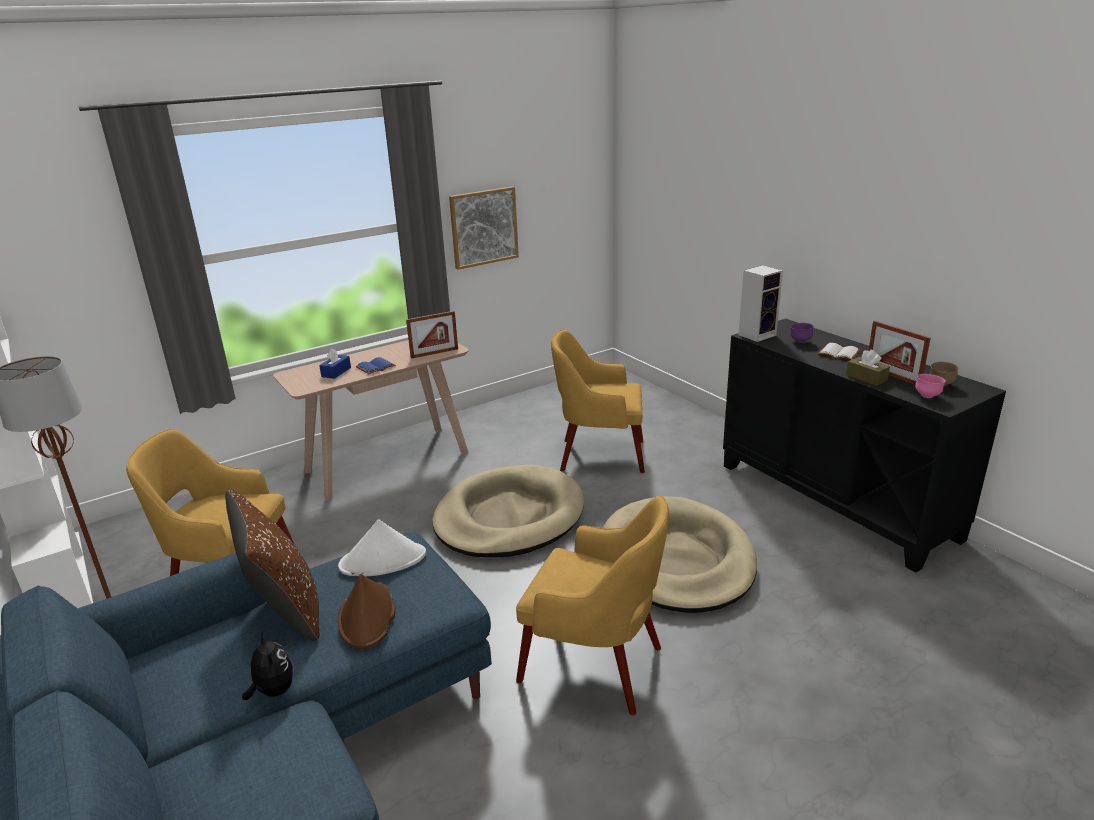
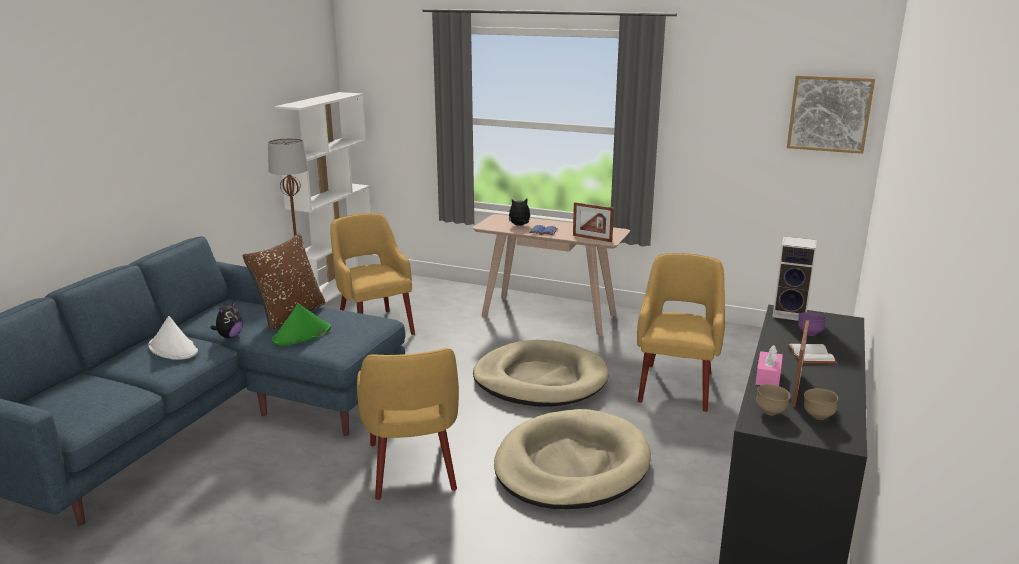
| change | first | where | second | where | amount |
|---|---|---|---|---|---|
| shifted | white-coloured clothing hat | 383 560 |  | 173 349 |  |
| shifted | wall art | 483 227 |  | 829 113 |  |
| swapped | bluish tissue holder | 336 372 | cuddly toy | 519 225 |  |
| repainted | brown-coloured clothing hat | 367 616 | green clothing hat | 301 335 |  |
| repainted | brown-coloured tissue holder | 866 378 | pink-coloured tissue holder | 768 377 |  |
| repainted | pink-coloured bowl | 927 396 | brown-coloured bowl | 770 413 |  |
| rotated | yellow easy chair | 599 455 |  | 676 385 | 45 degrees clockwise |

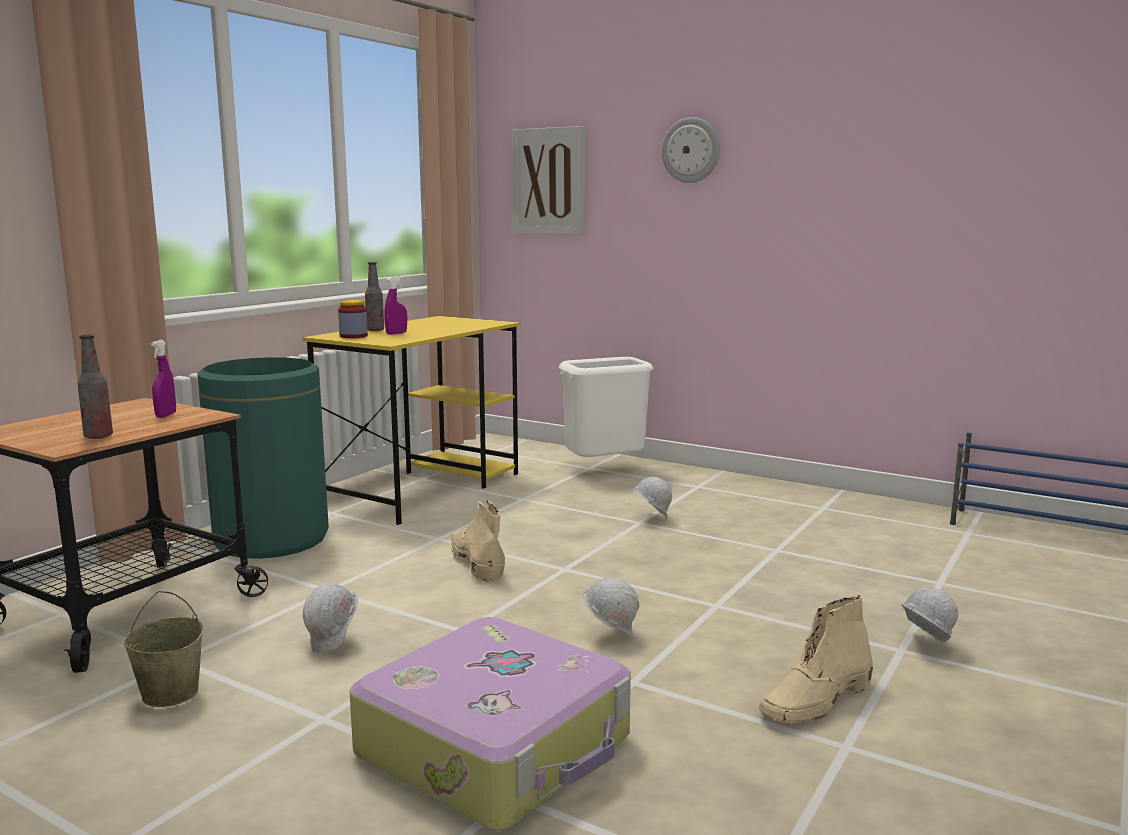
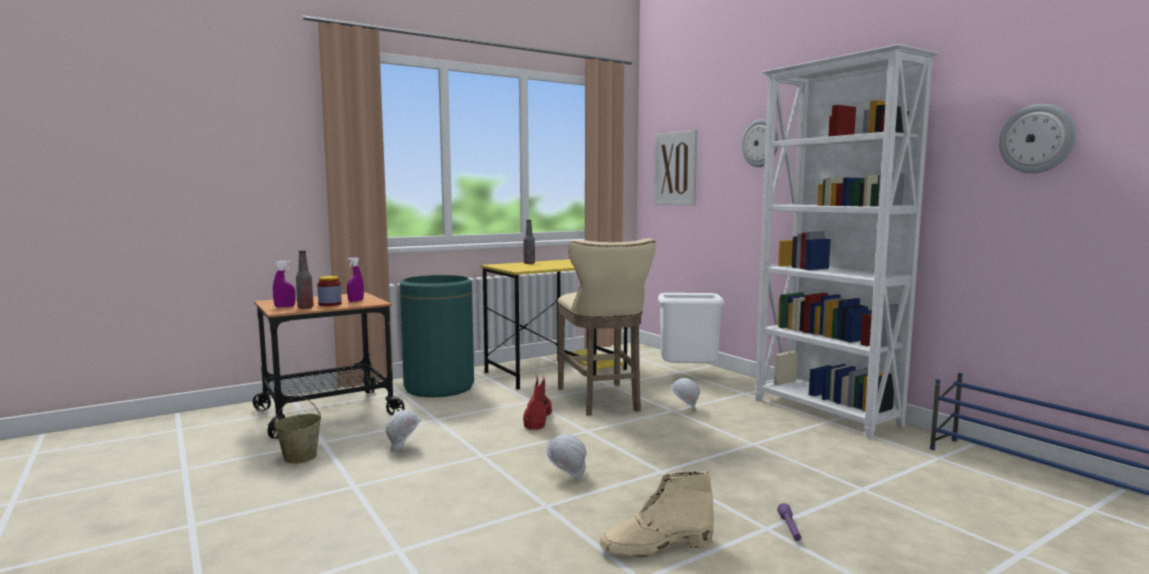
| change | first | where | second | where | amount |
|---|---|---|---|---|---|
| gone | piece of luggage | 498 747 |  |  |  |
| new |  |  | beige stool | 601 401 |  |
| new |  |  | white-coloured bookcase | 825 413 |  |
| new |  |  | hanging clock | 1037 139 |  |
| shifted | preserve jar | 353 336 |  | 330 304 |  |
| shifted | purplish spray bottle | 396 333 |  | 285 307 |  |
| swapped | white-coloured work helmet | 923 645 | purplish torch | 790 529 |  |
| repainted | beige high-top boot | 476 560 | red-coloured high-top boot | 538 417 |  |

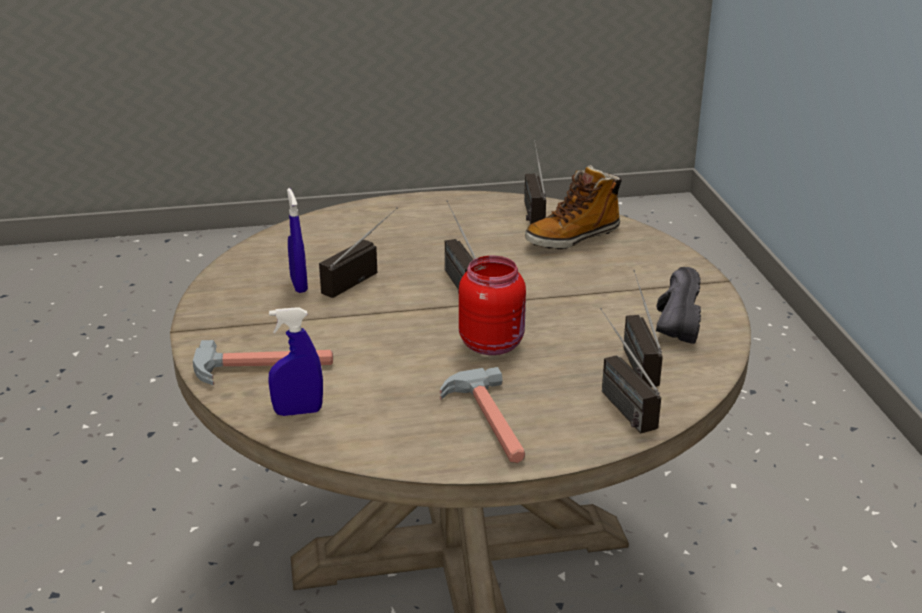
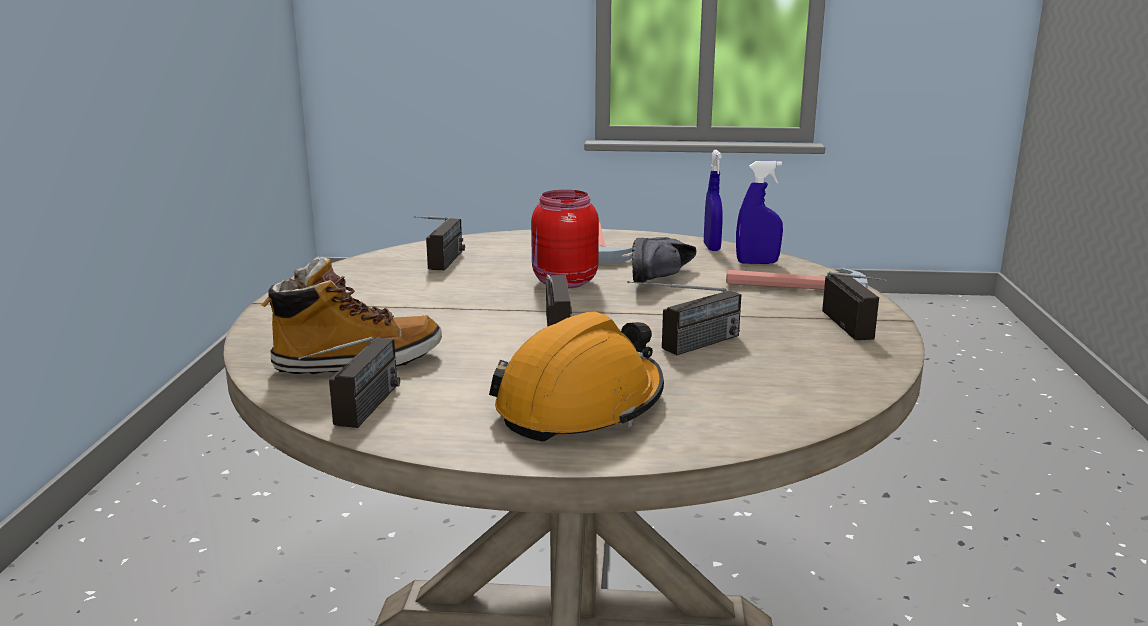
| change | first | where | second | where | amount |
|---|---|---|---|---|---|
| new |  |  | orange work helmet | 581 406 |  |
| shifted | bluish spray bottle | 299 285 |  | 711 247 |  |
| shifted | radio receiver | 616 399 |  | 859 333 |  |
| shifted | blackish low shoe | 672 320 |  | 663 278 |  |

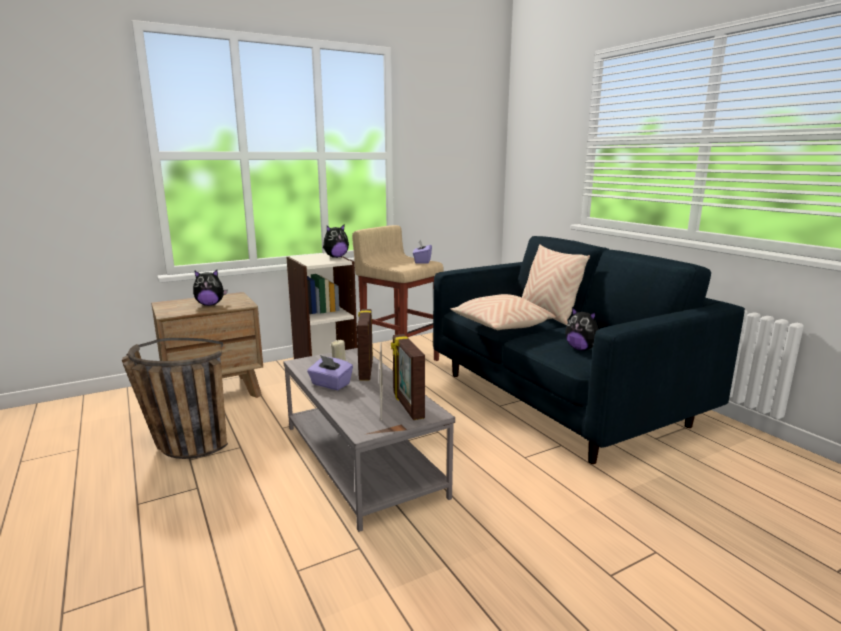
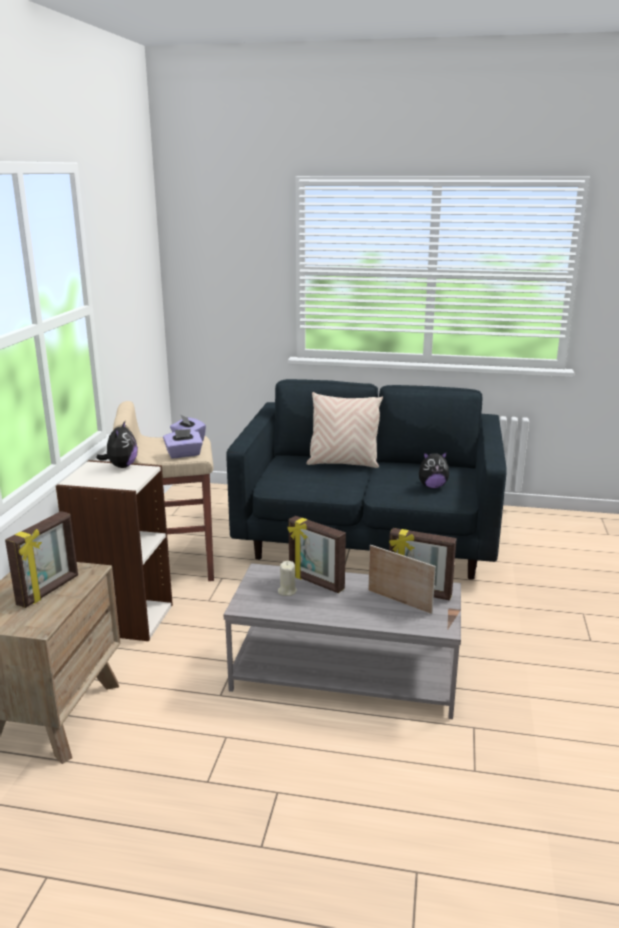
| change | first | where | second | where | amount |
|---|---|---|---|---|---|
| gone | household basket | 177 445 |  |  |  |
| gone | beige throw pillow | 500 327 |  |  |  |
| shifted | purplish tissue holder | 330 384 |  | 184 454 |  |
| swapped | cuddly toy | 210 304 | picture frame | 49 591 |  |

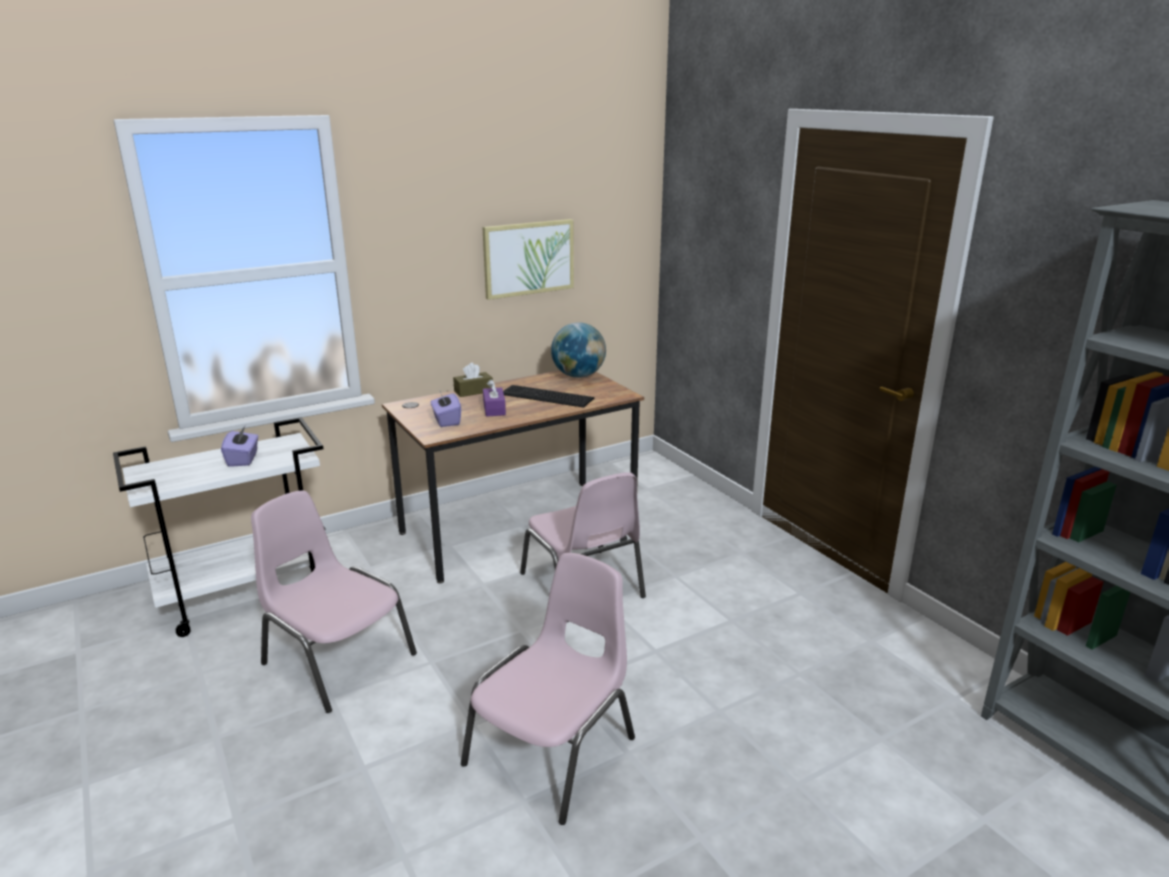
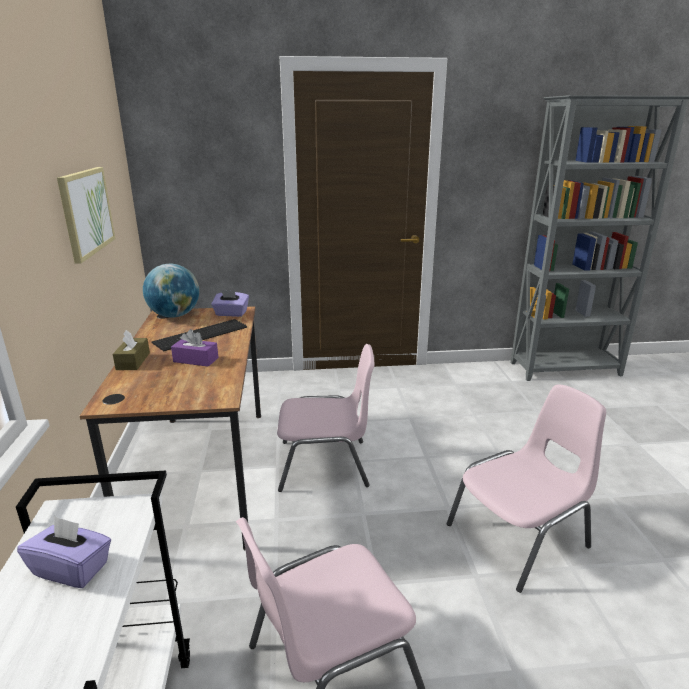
| change | first | where | second | where | amount |
|---|---|---|---|---|---|
| shifted | purplish tissue holder | 446 421 |  | 231 314 |  |
| rotated | pink-coloured plain chair | 554 751 |  | 520 536 | 90 degrees clockwise |

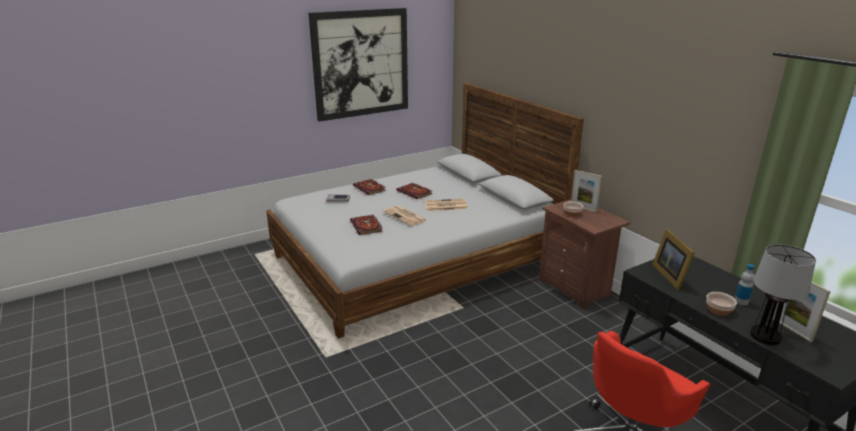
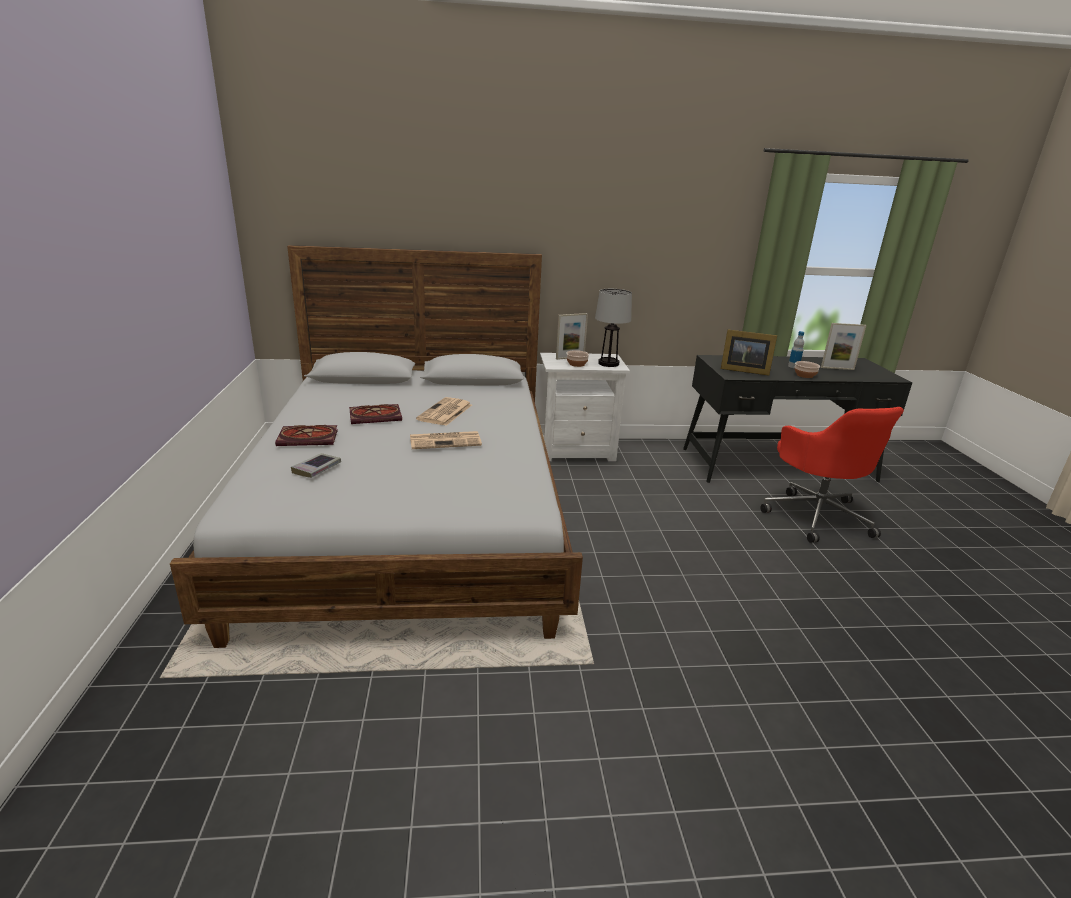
| change | first | where | second | where | amount |
|---|---|---|---|---|---|
| gone | wall art | 361 64 |  |  |  |
| gone | book | 367 226 |  |  |  |
| shifted | lamp for a table | 764 336 |  | 608 364 |  |
| repainted | brown-coloured bedside table | 576 288 | white-coloured bedside table | 576 450 |  |

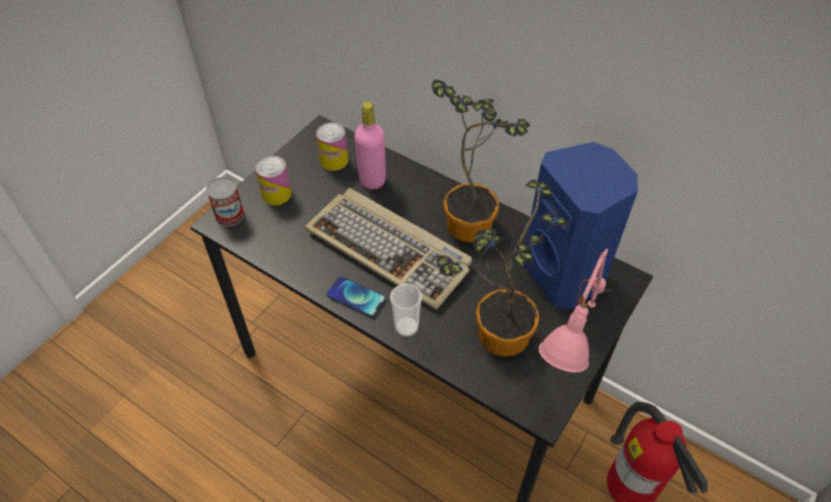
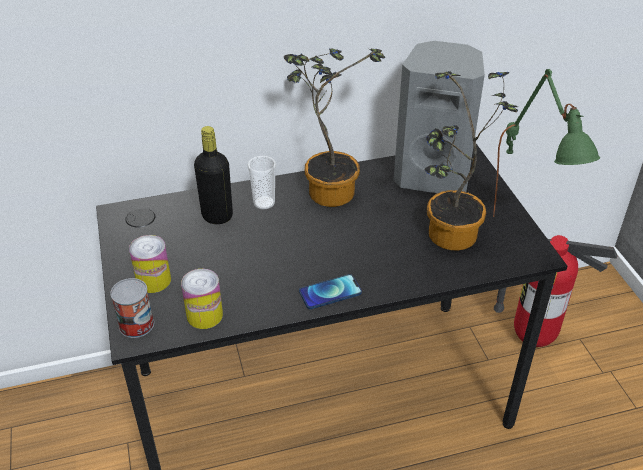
| change | first | where | second | where | amount |
|---|---|---|---|---|---|
| gone | PC keyboard | 390 249 |  |  |  |
| shifted | can | 334 160 |  | 204 315 |  |
| shifted | small cup | 406 327 |  | 264 203 |  |
| repainted | pink-coloured beverage bottle | 372 180 | blackish beverage bottle | 217 216 |  |
| repainted | bluish audio speaker | 565 275 | grey audio speaker | 432 176 |  |
| repainted | pink-coloured lamp for a table | 558 391 | green lamp for a table | 526 237 |  |

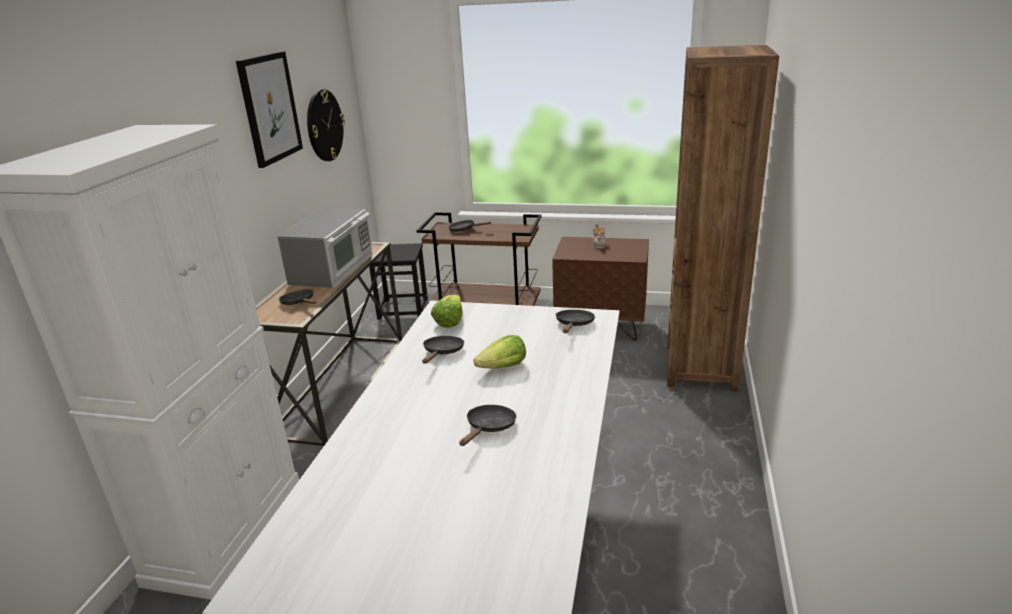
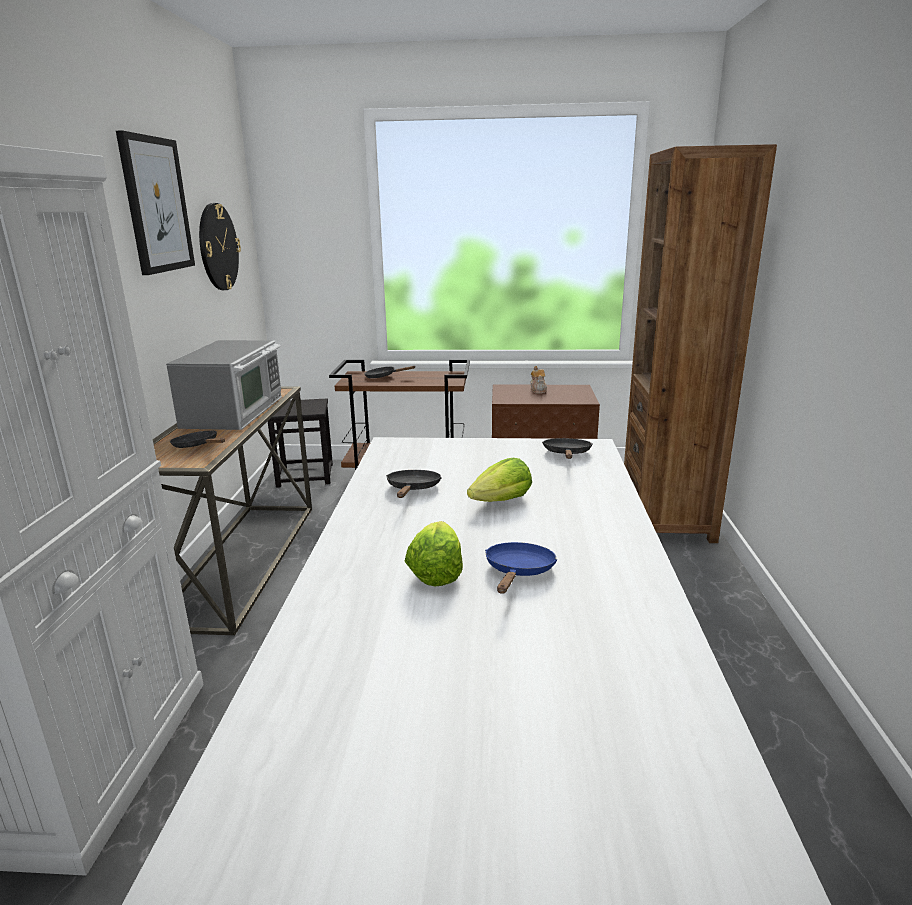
| change | first | where | second | where | amount |
|---|---|---|---|---|---|
| shifted | lettuce | 449 321 |  | 435 571 |  |
| repainted | blackish pan | 489 428 | bluish pan | 518 572 |  |

